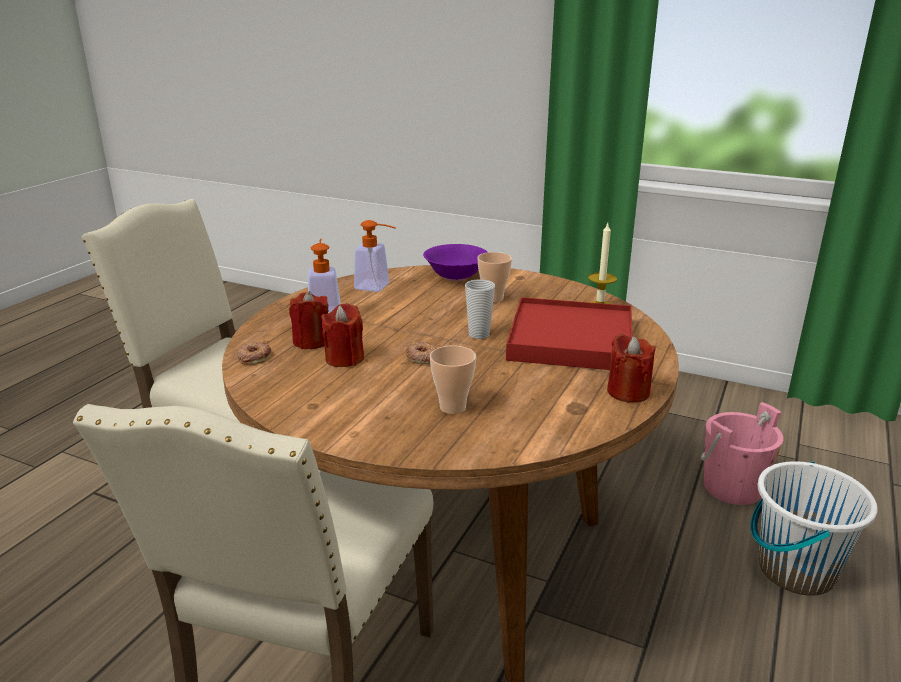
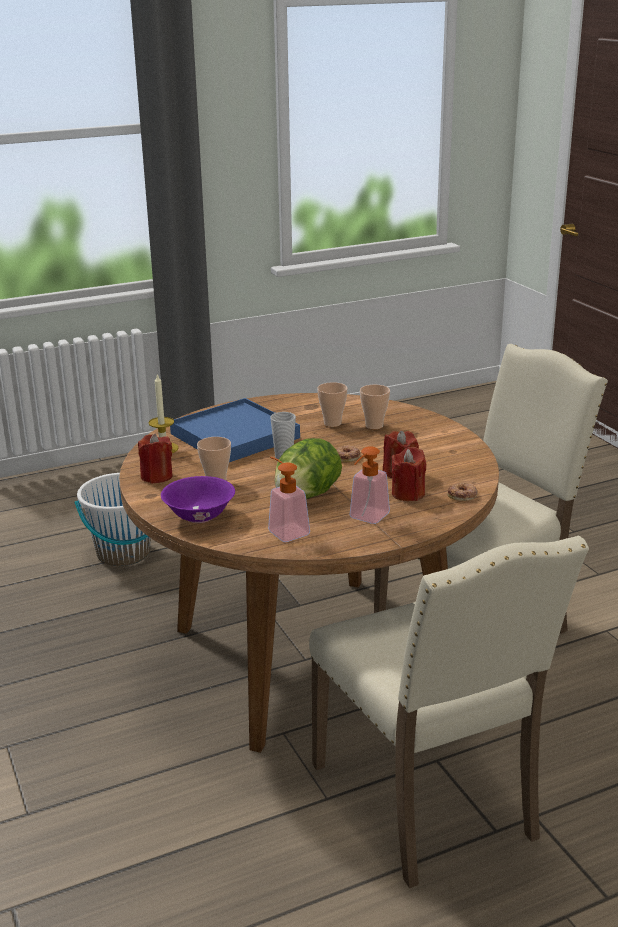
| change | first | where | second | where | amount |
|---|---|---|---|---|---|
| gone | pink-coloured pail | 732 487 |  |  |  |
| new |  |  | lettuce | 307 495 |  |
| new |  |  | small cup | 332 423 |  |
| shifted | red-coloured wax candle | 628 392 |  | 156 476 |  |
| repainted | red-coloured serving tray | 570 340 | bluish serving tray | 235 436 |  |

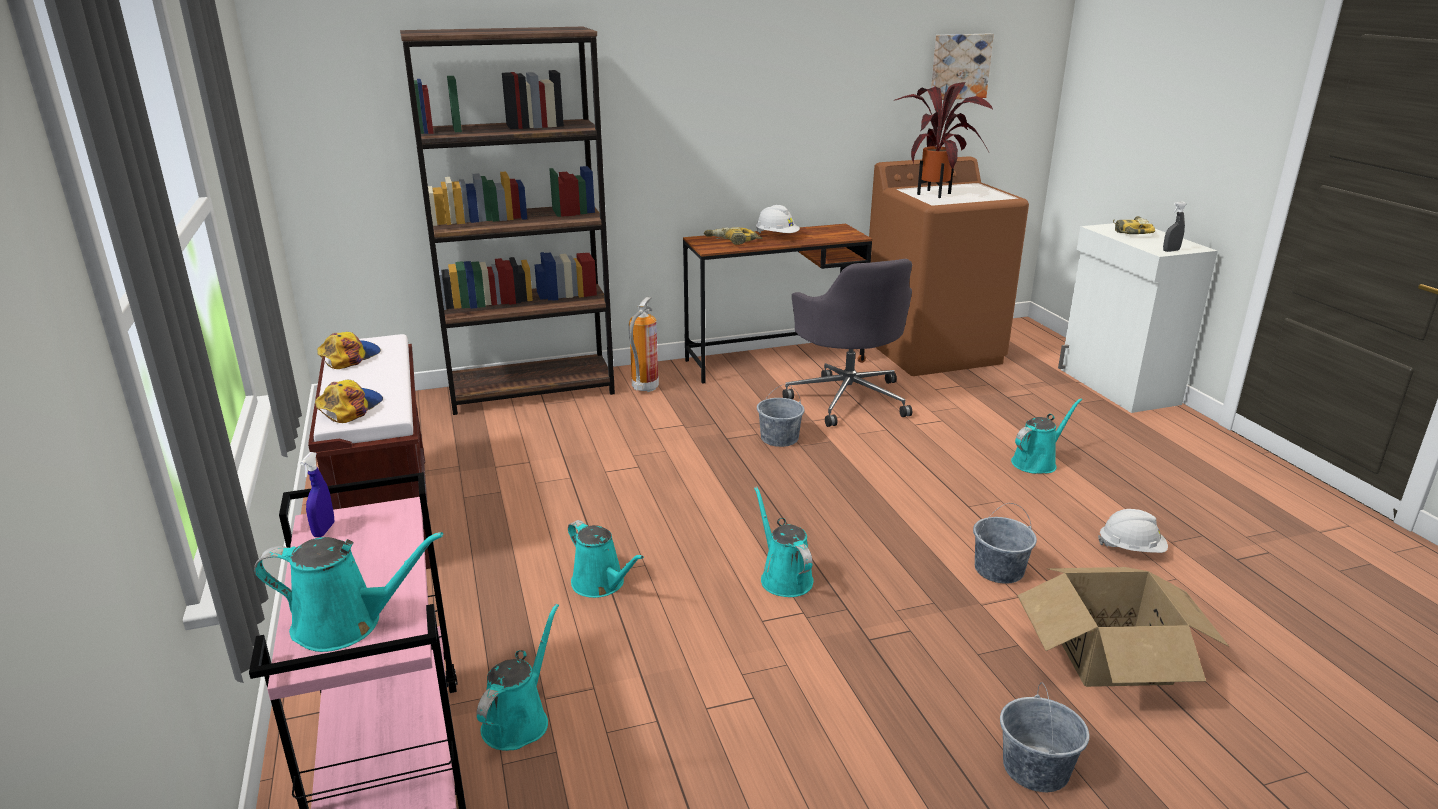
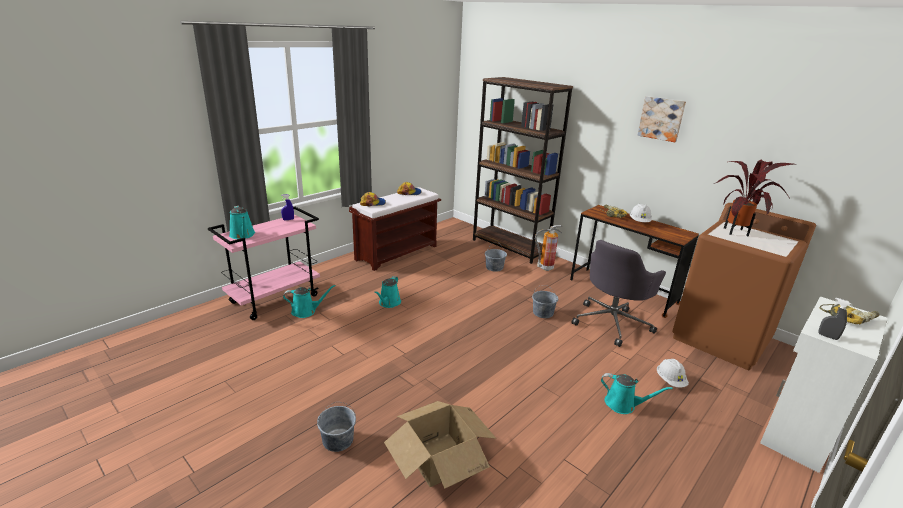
| change | first | where | second | where | amount |
|---|---|---|---|---|---|
| gone | turquoise watering can | 783 577 |  |  |  |
| shifted | wall art | 959 66 |  | 661 118 |  |
| shifted | grey pail | 998 570 |  | 494 267 |  |
| shifted | white-coloured work helmet | 1131 549 |  | 670 381 |  |

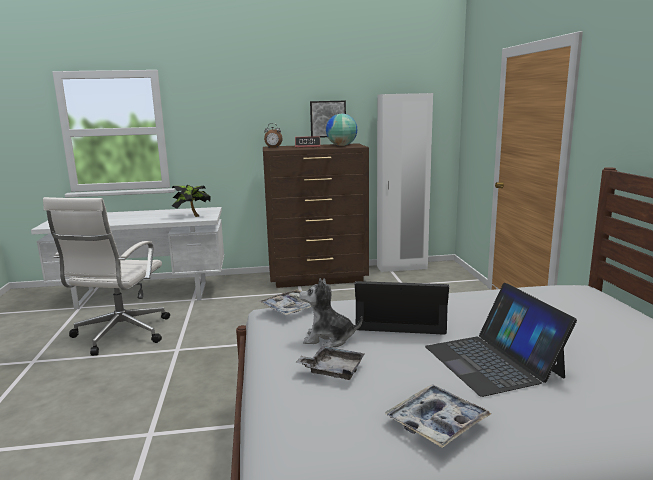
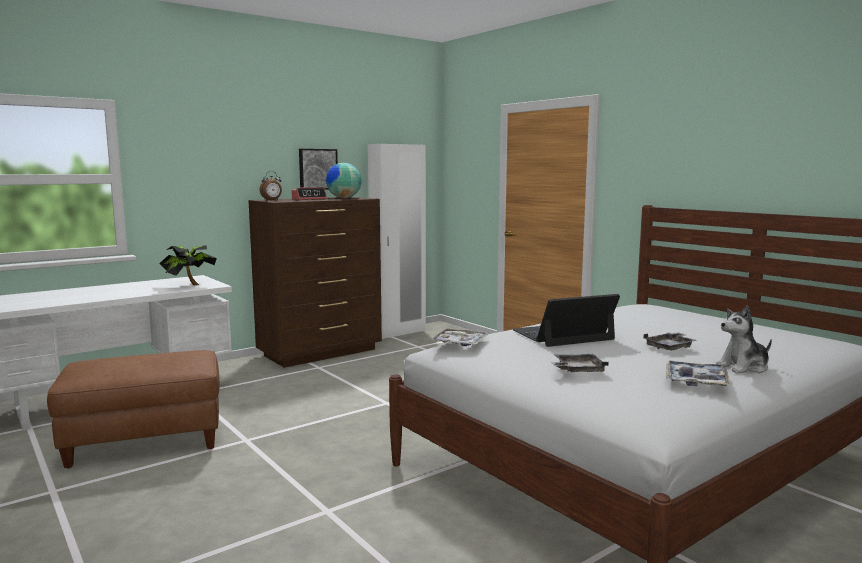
| change | first | where | second | where | amount |
|---|---|---|---|---|---|
| shifted | cuddly toy | 328 339 |  | 744 367 |  |
| swapped | white-coloured desk chair | 120 334 | brown-coloured ottoman | 144 442 |  |
| swapped | laptop | 492 361 | grey serving tray | 670 347 |  |

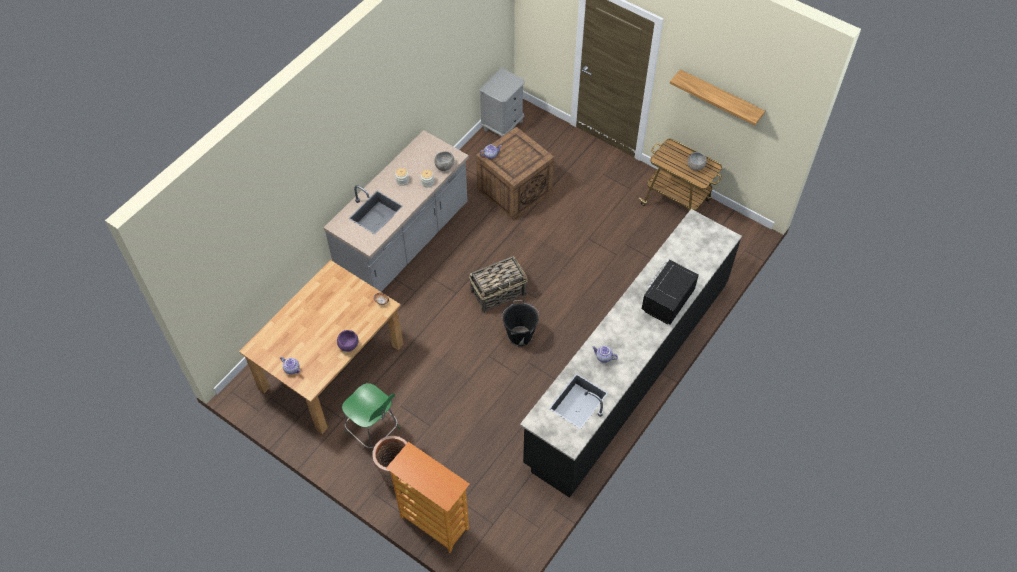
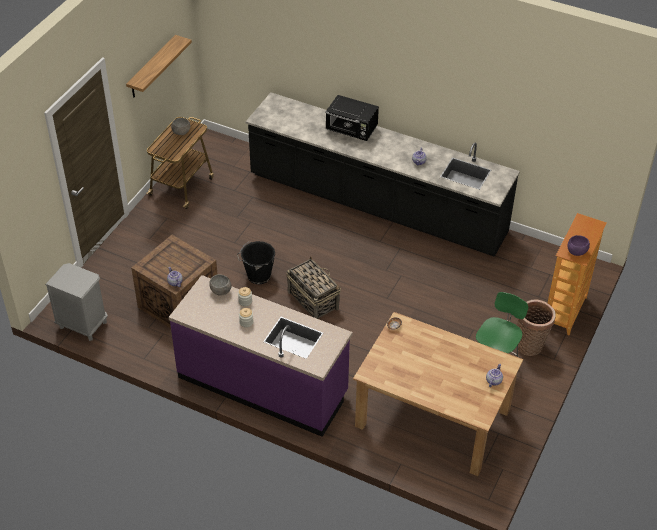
| change | first | where | second | where | amount |
|---|---|---|---|---|---|
| shifted | purplish bowl | 348 345 |  | 576 252 |  |
| shifted | blackish pail | 520 335 |  | 258 276 |  |
| repainted | grey kitchen base unit | 404 242 | purplish kitchen base unit | 263 385 |  |

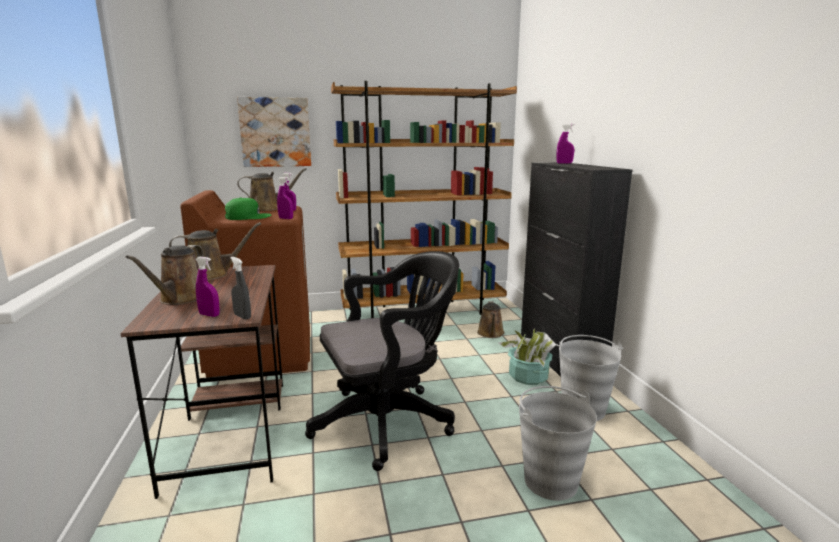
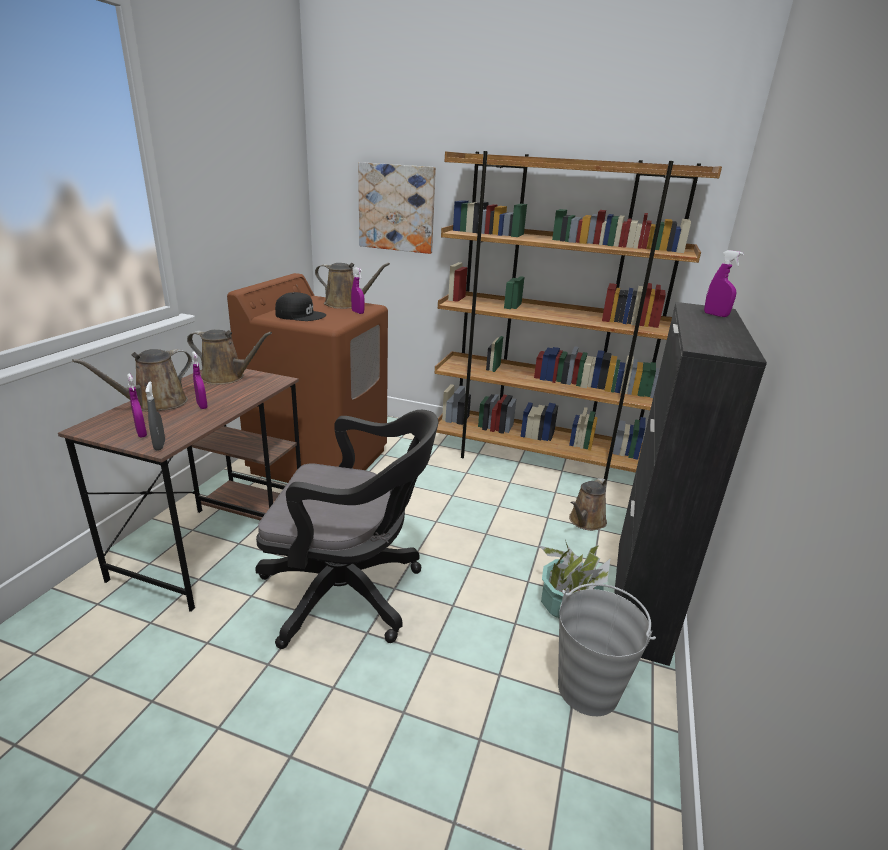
| change | first | where | second | where | amount |
|---|---|---|---|---|---|
| gone | grey pail | 550 481 |  |  |  |
| shifted | purplish spray bottle | 286 218 |  | 202 406 |  |
| repainted | green baseball cap | 247 217 | blackish baseball cap | 300 315 |  |

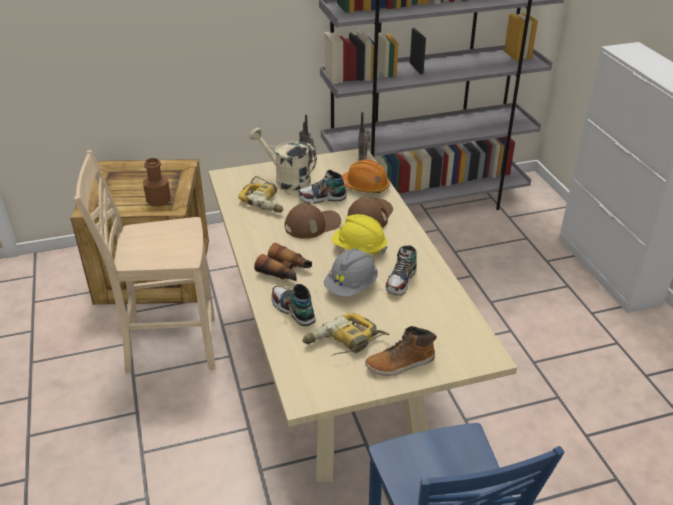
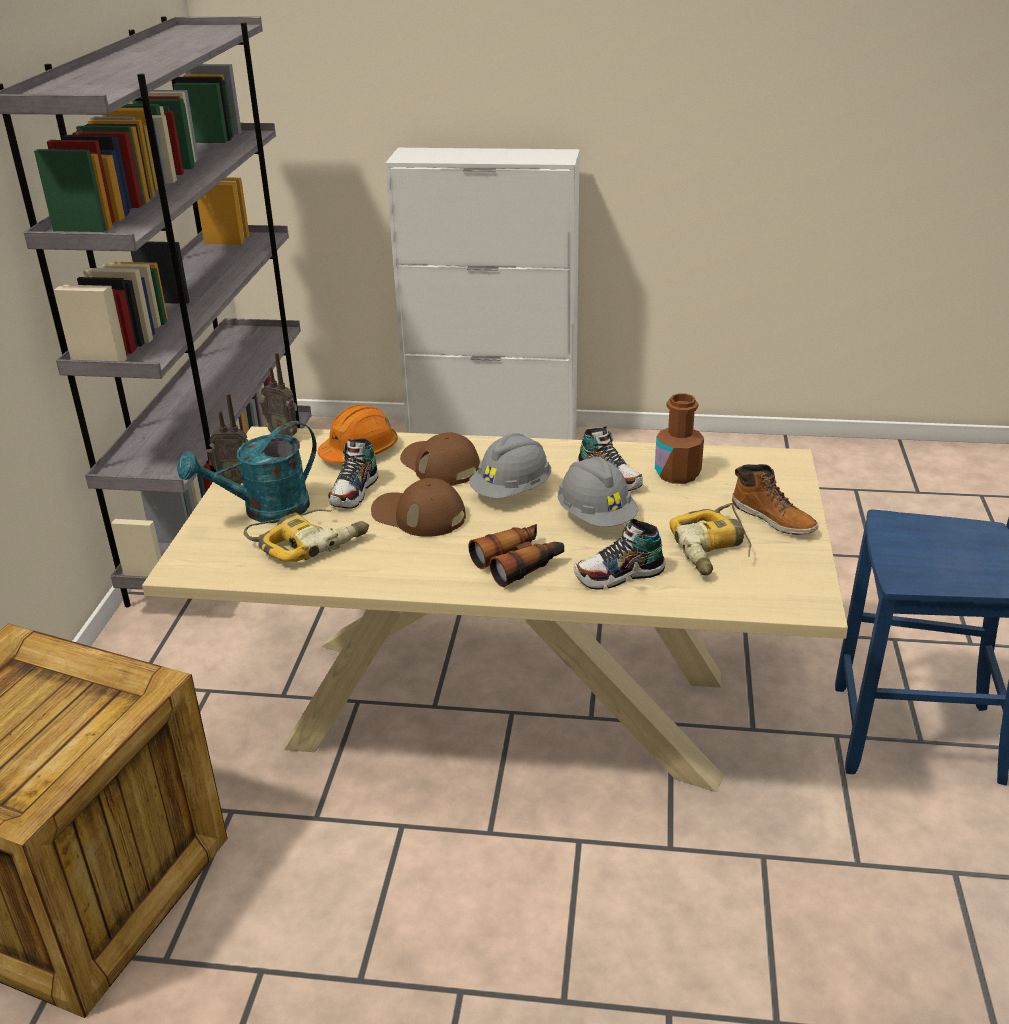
| change | first | where | second | where | amount |
|---|---|---|---|---|---|
| gone | beige plain chair | 169 346 |  |  |  |
| shifted | brown-coloured beverage bottle | 158 200 |  | 677 474 |  |
| repainted | beige watering can | 287 179 | turquoise watering can | 265 511 |  |
| repainted | yellow work helmet | 359 248 | grey work helmet | 512 491 |  |
| rotated | brown-coloured baseball cap | 312 224 |  | 418 515 | 60 degrees counterclockwise |
| rotated | high-top boot | 400 363 |  | 774 518 | 45 degrees counterclockwise |

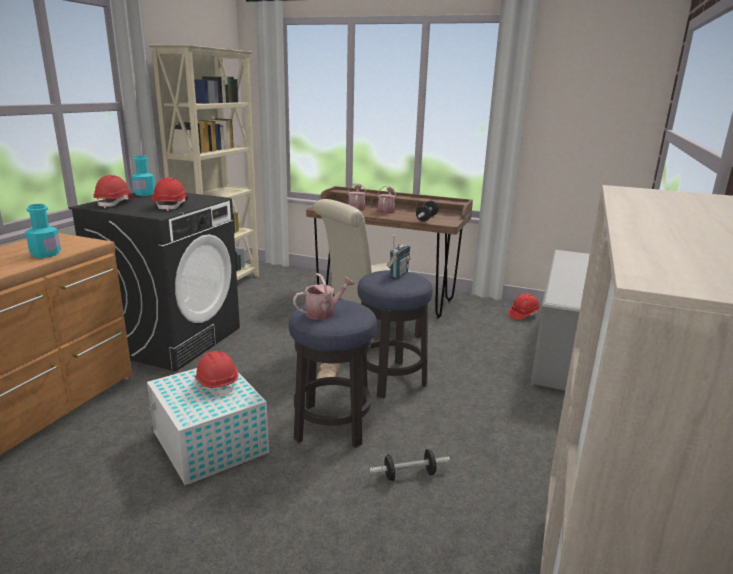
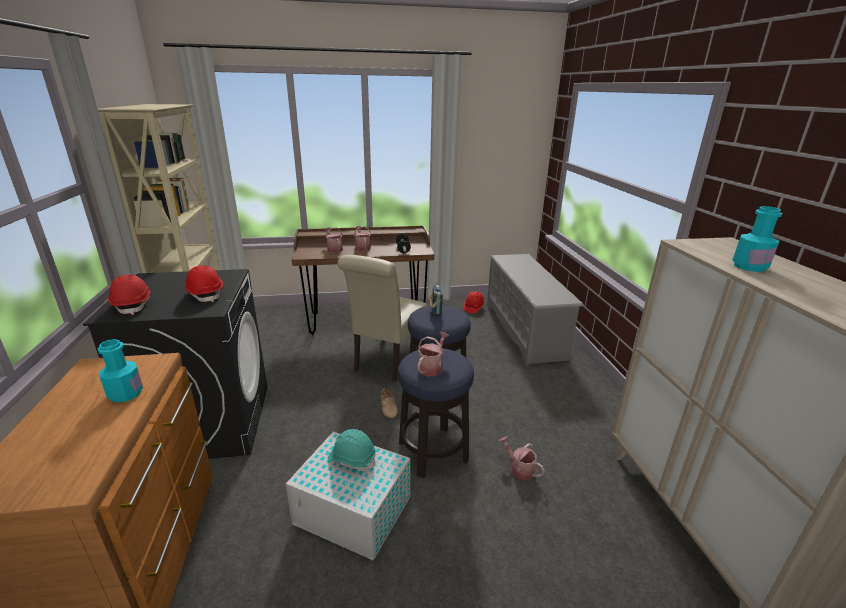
| change | first | where | second | where | amount |
|---|---|---|---|---|---|
| shifted | turquoise beverage bottle | 145 194 |  | 749 266 |  |
| swapped | free weight | 409 475 | watering can | 519 469 |  |
| repainted | red-coloured work helmet | 216 384 | turquoise work helmet | 352 458 |  |

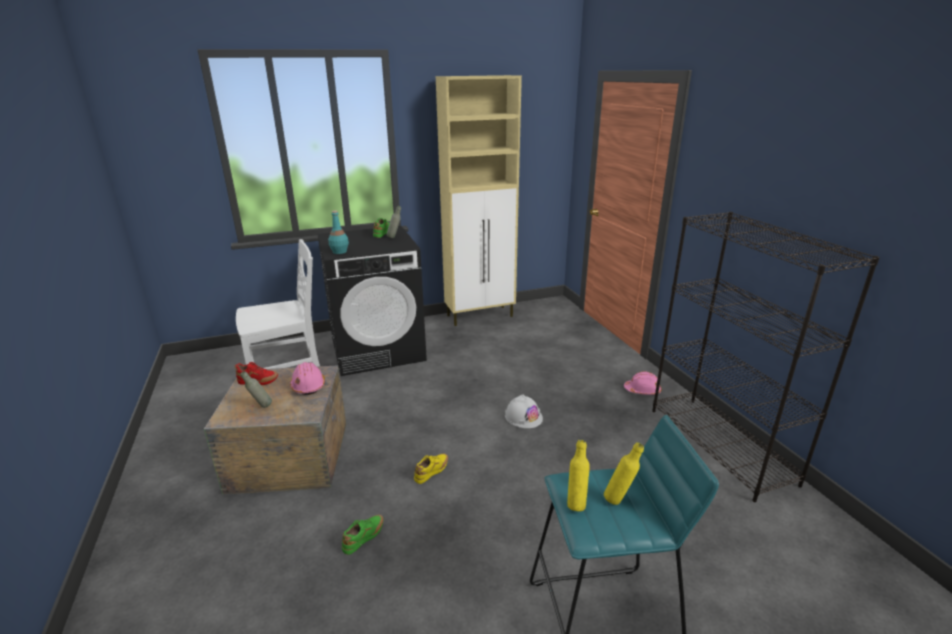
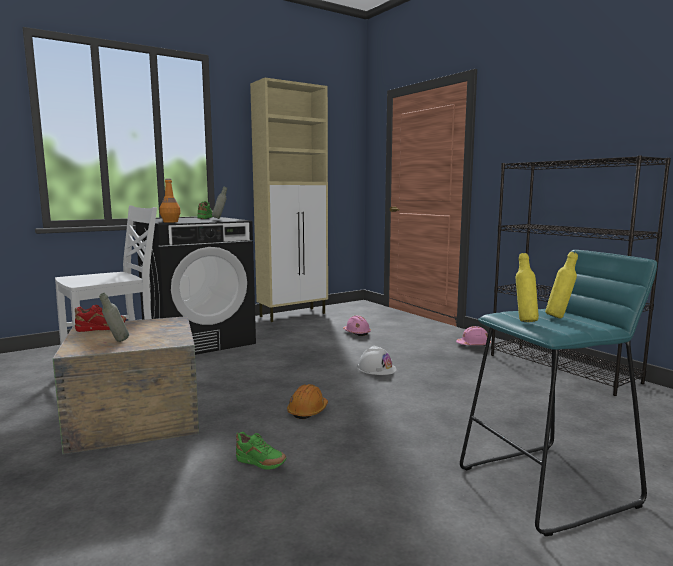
| change | first | where | second | where | amount |
|---|---|---|---|---|---|
| shifted | pink-coloured work helmet | 308 385 |  | 356 333 |  |
| swapped | yellow low shoe | 432 472 | orange work helmet | 307 411 |  |
| repainted | turquoise beverage bottle | 339 252 | orange beverage bottle | 170 222 |  |
| rotated | green low shoe | 364 538 |  | 260 464 | 90 degrees clockwise |

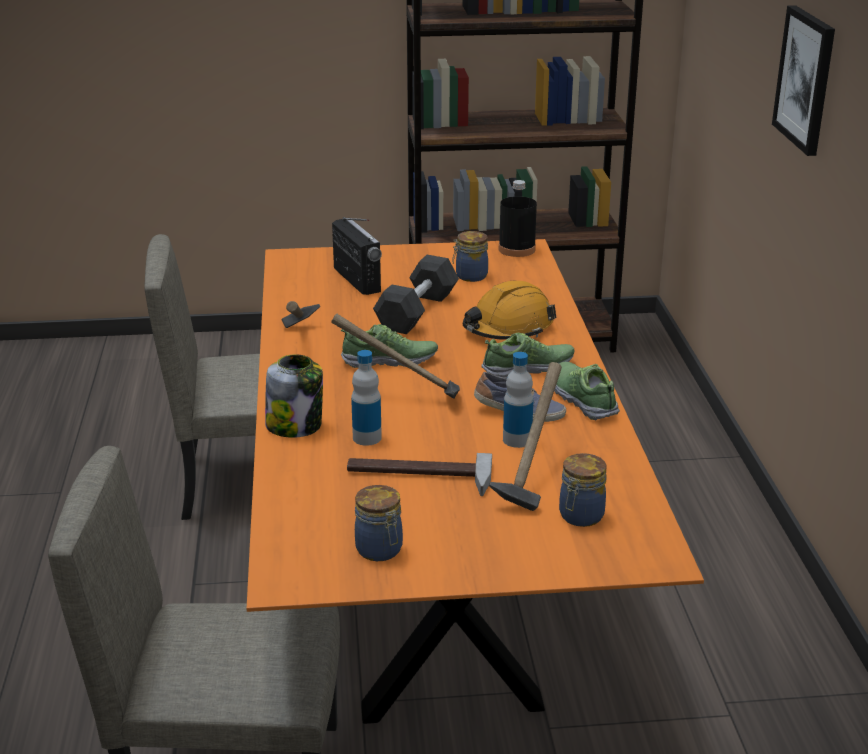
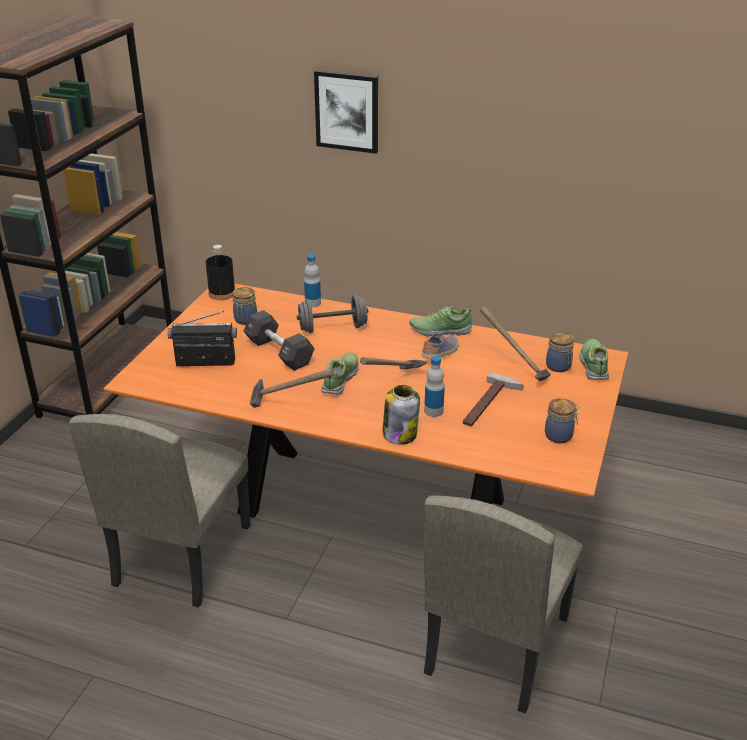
| change | first | where | second | where | amount |
|---|---|---|---|---|---|
| shifted | low shoe | 528 368 |  | 594 365 |  |
| shifted | beverage bottle | 517 440 |  | 313 303 |  |
| swapped | orange work helmet | 508 328 | grey free weight | 333 328 |  |

